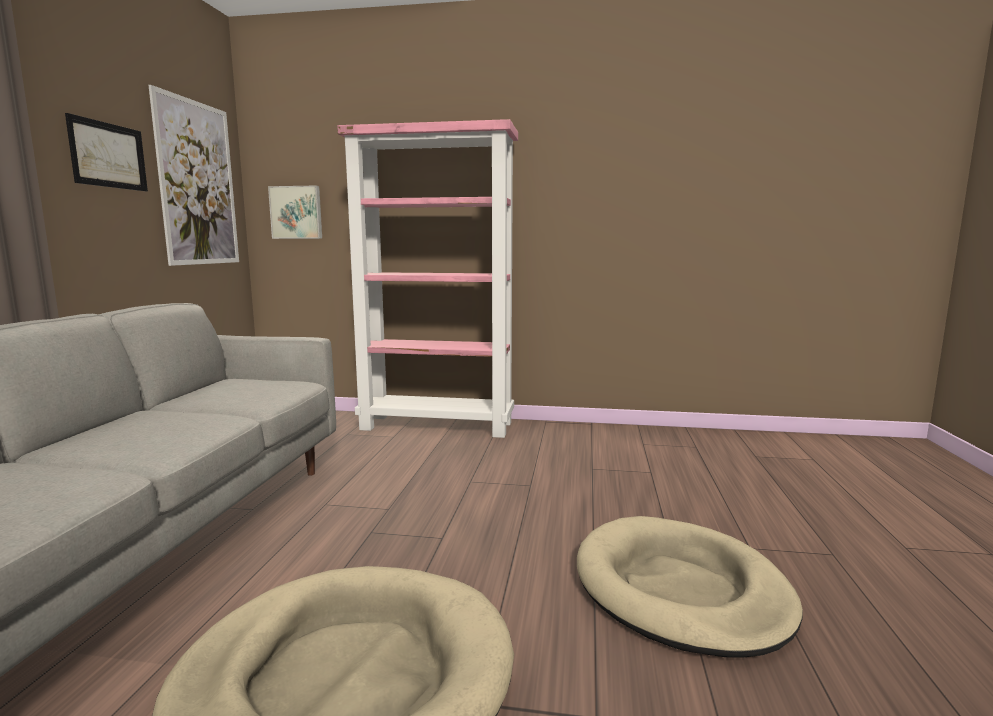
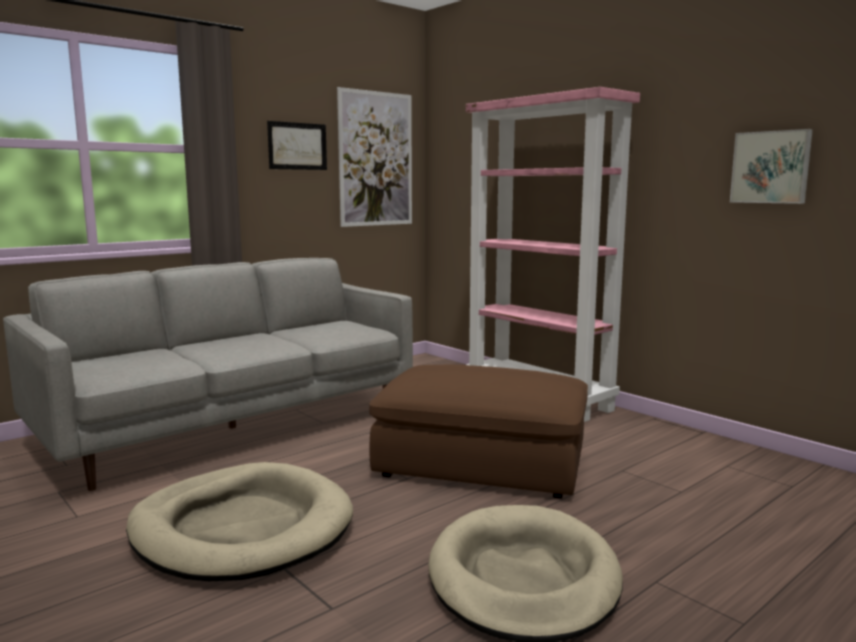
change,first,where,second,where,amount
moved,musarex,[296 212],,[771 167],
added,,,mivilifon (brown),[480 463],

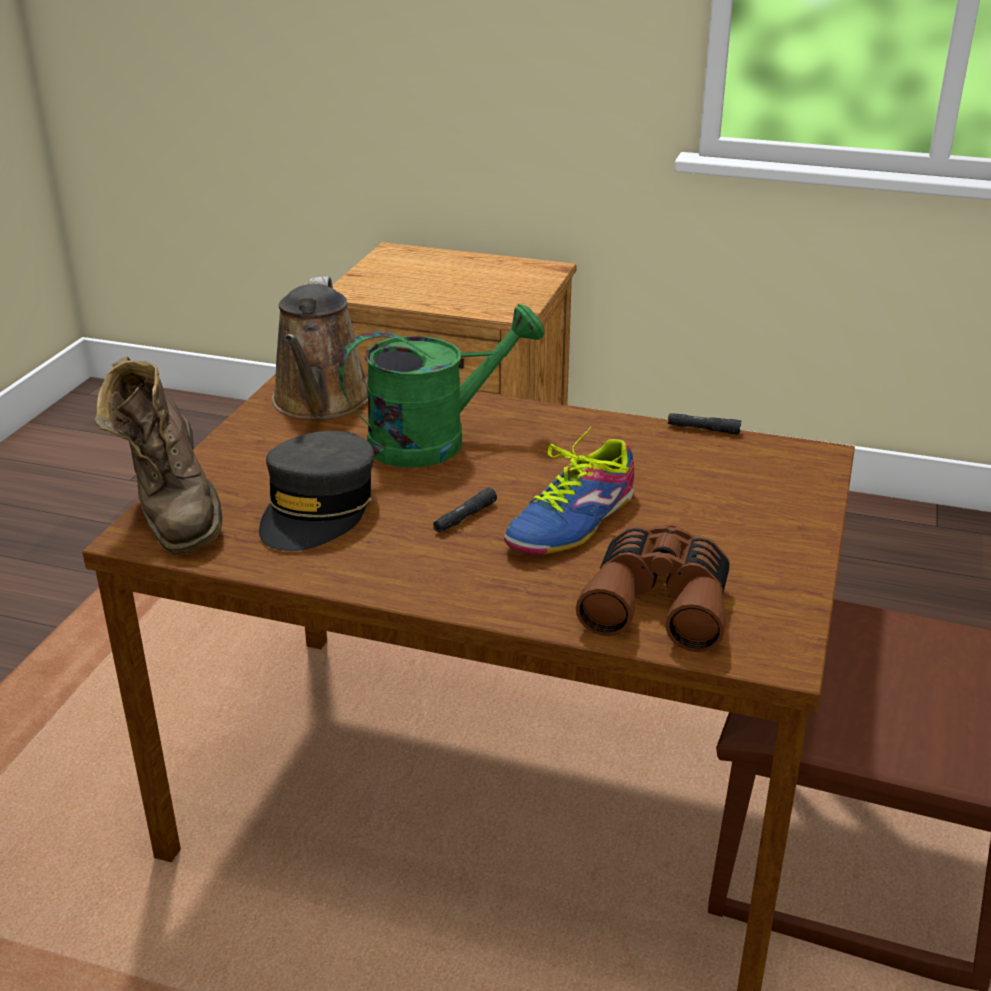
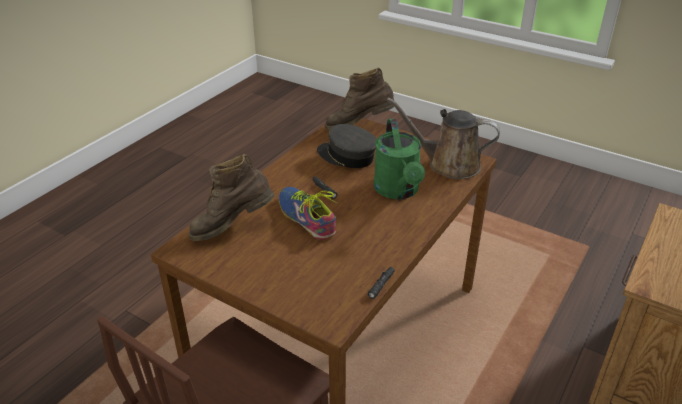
change,first,where,second,where,amount
replaced,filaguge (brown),[659 603],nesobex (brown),[232 227],

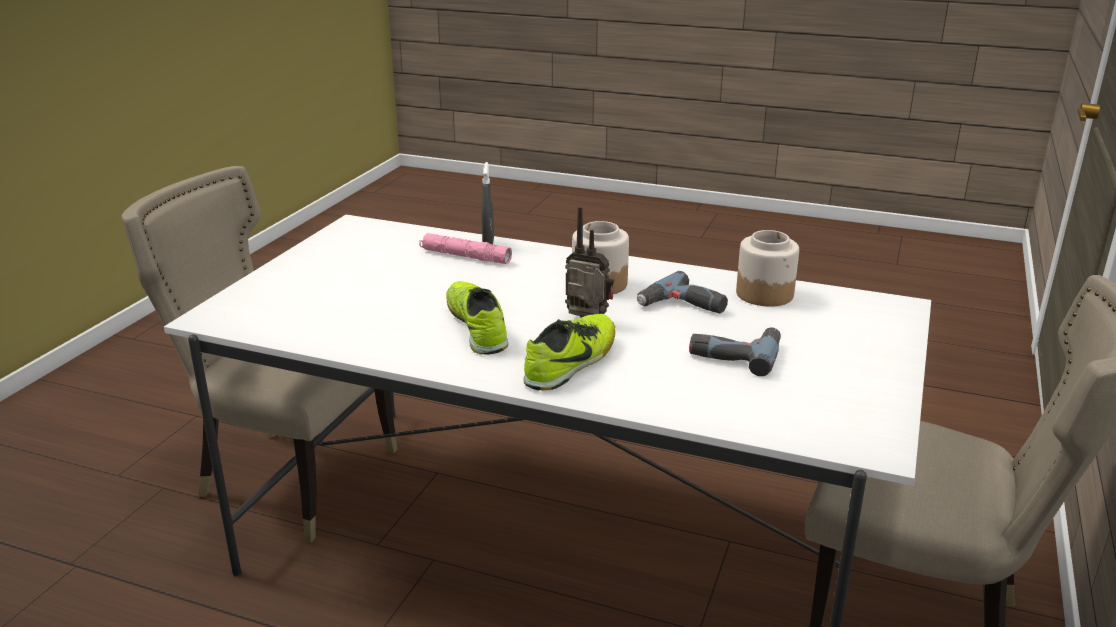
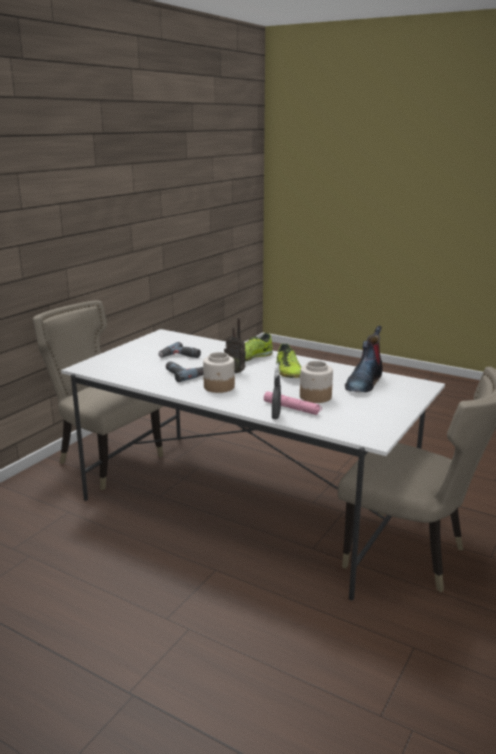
change,first,where,second,where,amount
moved,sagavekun,[765 294],,[315 397],
added,,,nesobex,[364 382],

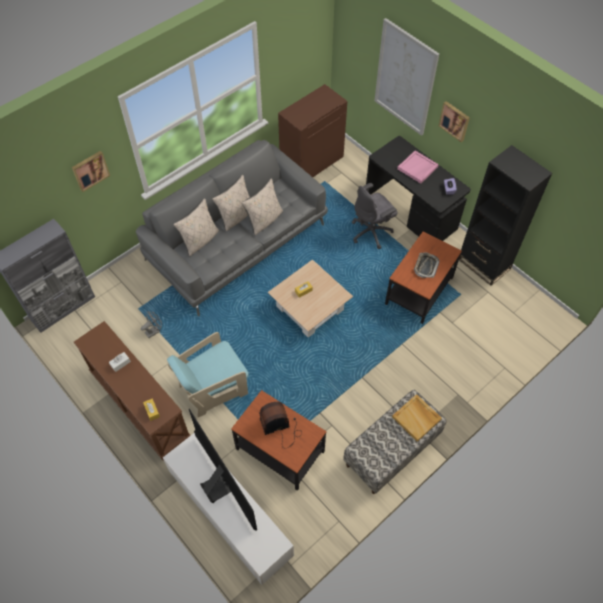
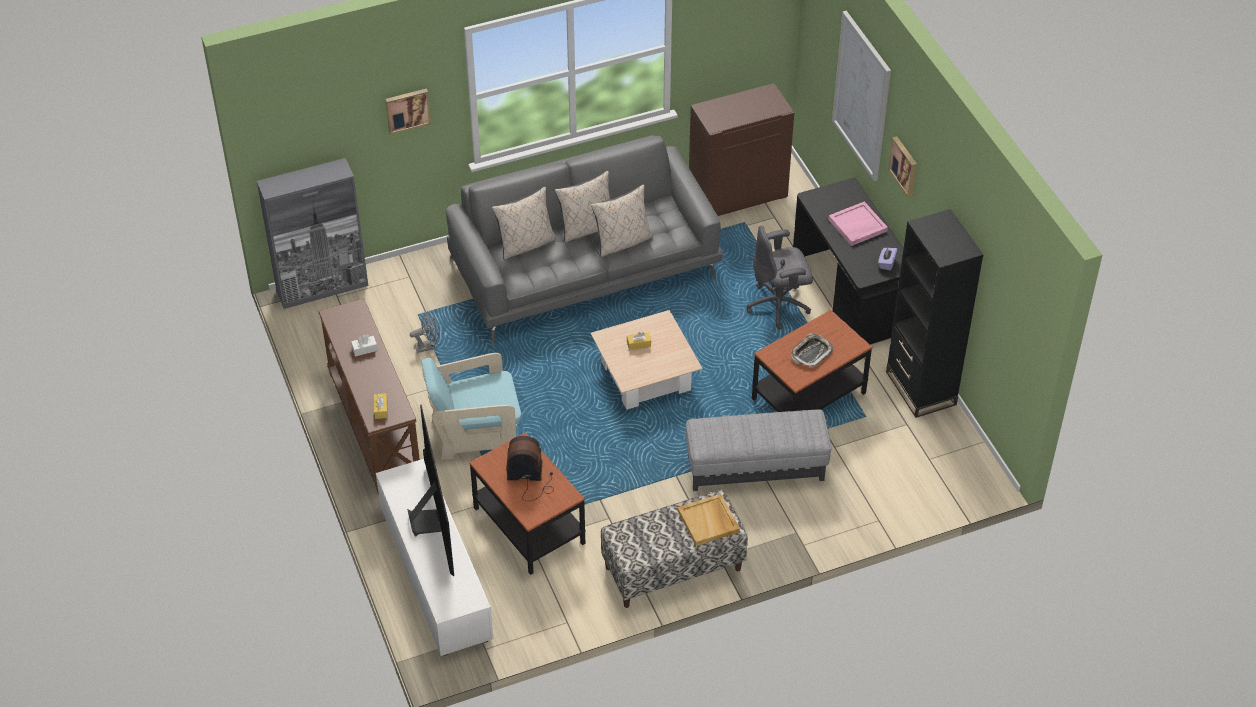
change,first,where,second,where,amount
added,,,mivilifon (grey),[755 468],

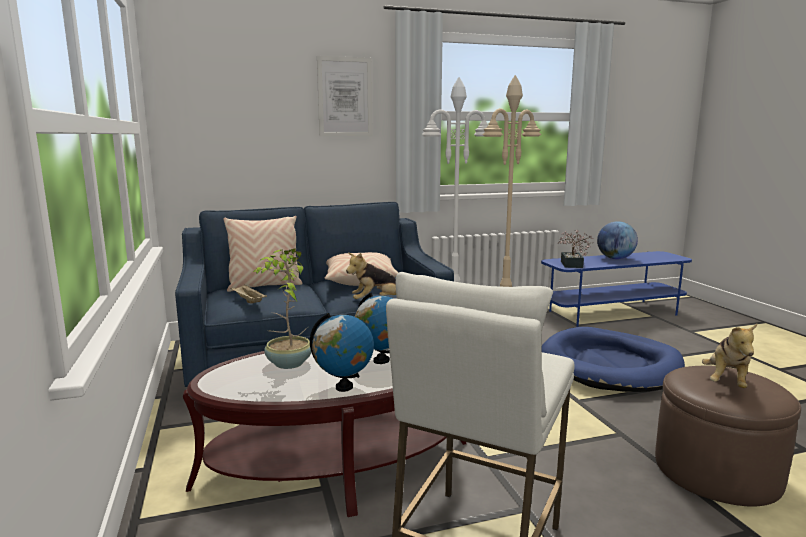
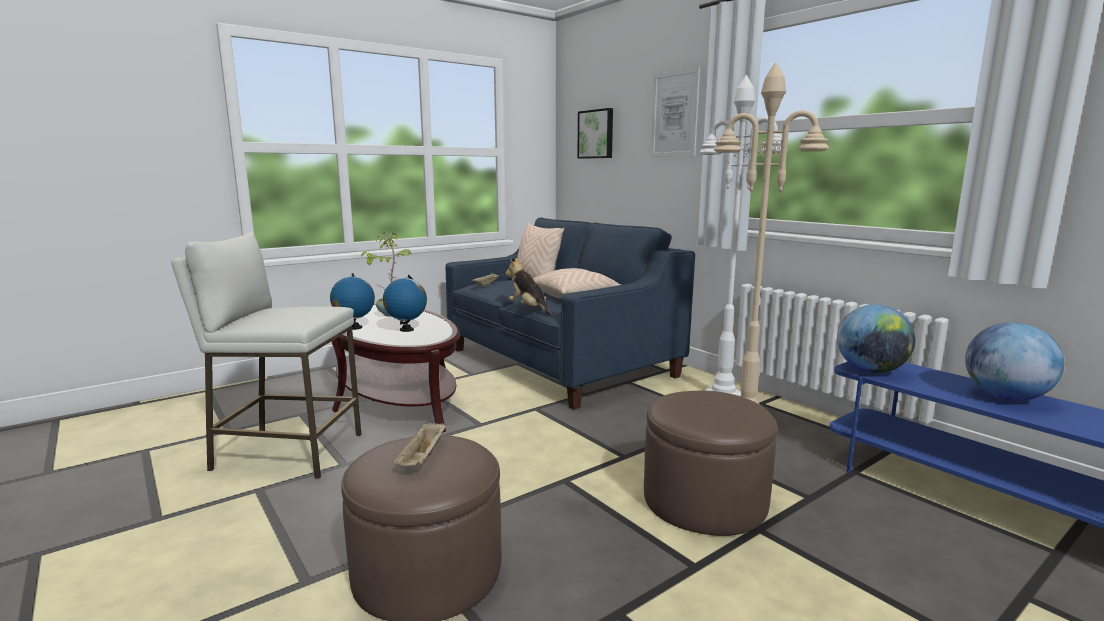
change,first,where,second,where,amount
replaced,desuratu,[571 265],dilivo,[870 371],
replaced,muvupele,[726 382],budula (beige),[423 458],
replaced,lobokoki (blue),[610 365],mivilifon (brown),[704 500],
added,,,musarex,[596 134],

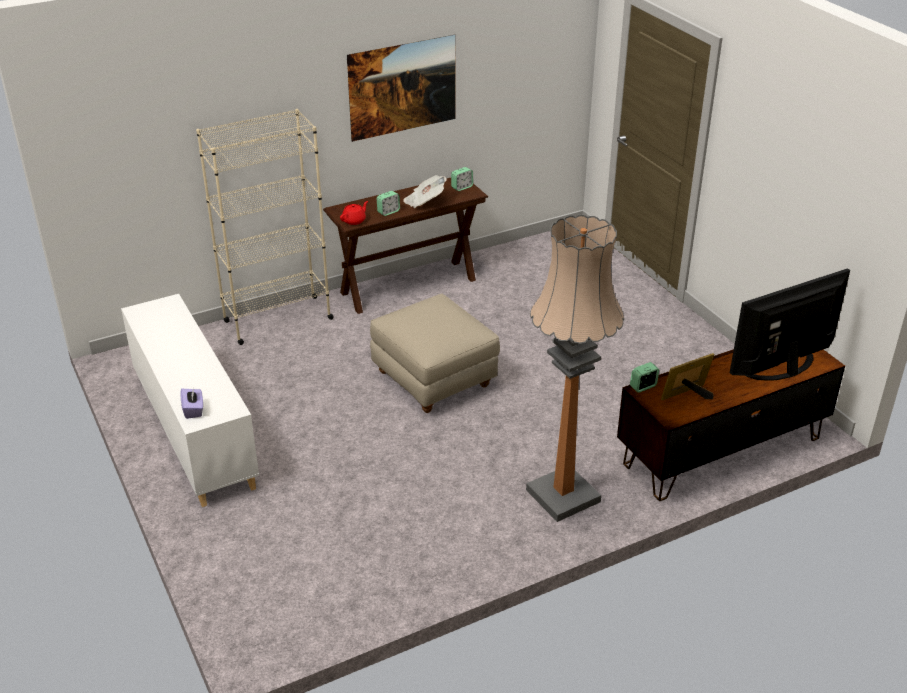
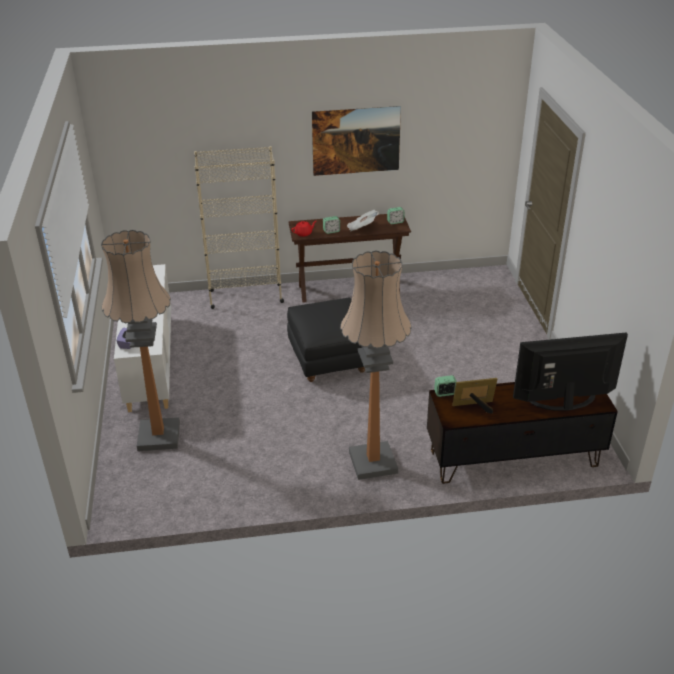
change,first,where,second,where,amount
recoloured,mivilifon (beige),[434 379],mivilifon (black),[329 359],
added,,,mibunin,[159 436],

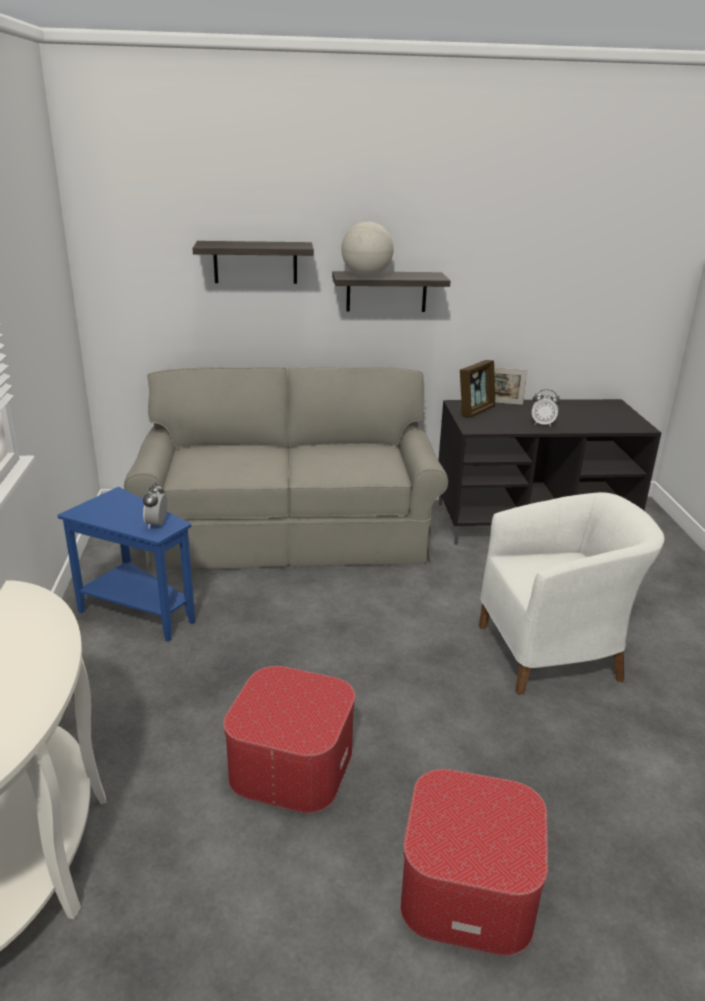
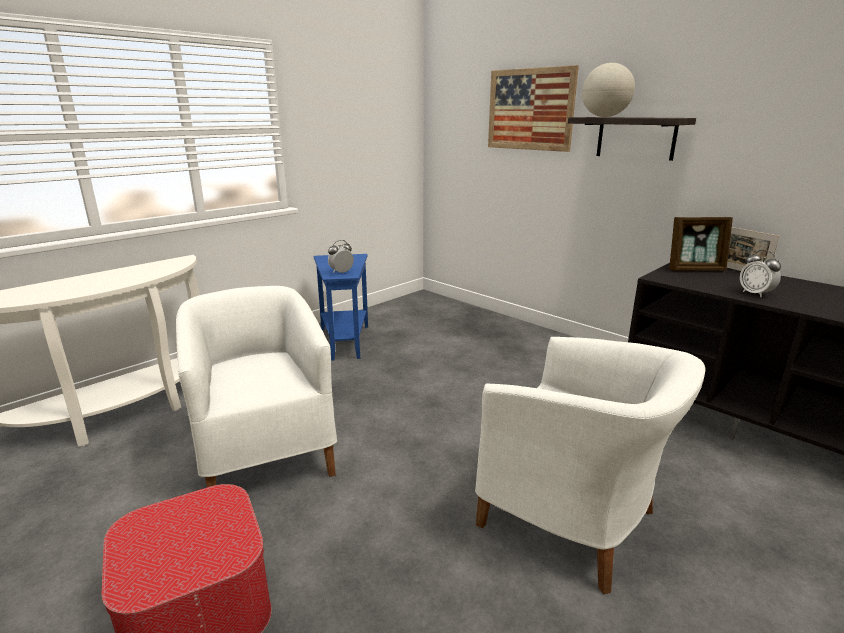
change,first,where,second,where,amount
replaced,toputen,[255 262],musarex,[530 109],
removed,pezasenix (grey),[289 534],,,
replaced,mivilifon,[291 763],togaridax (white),[265 453],

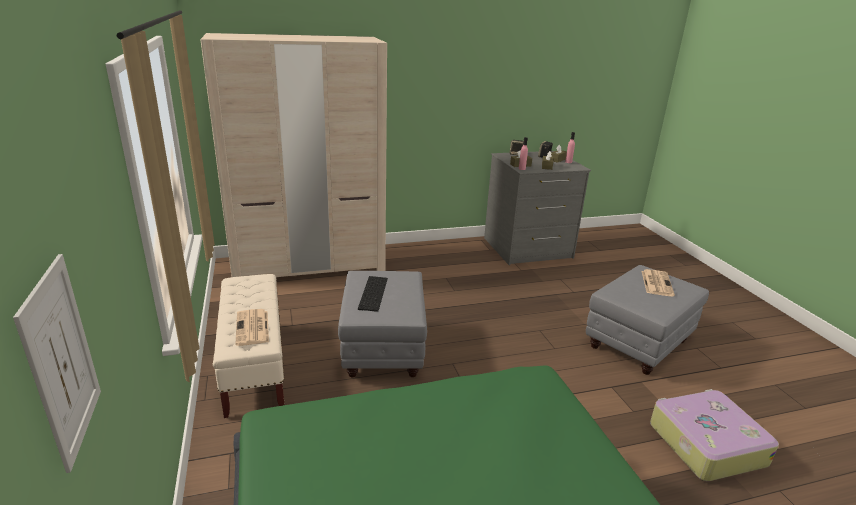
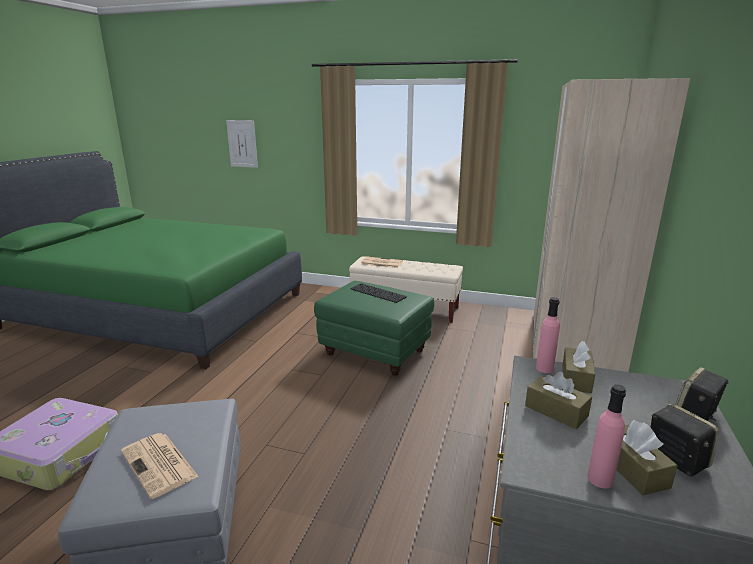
change,first,where,second,where,amount
recoloured,mivilifon (grey),[382 349],mivilifon (green),[375 352],

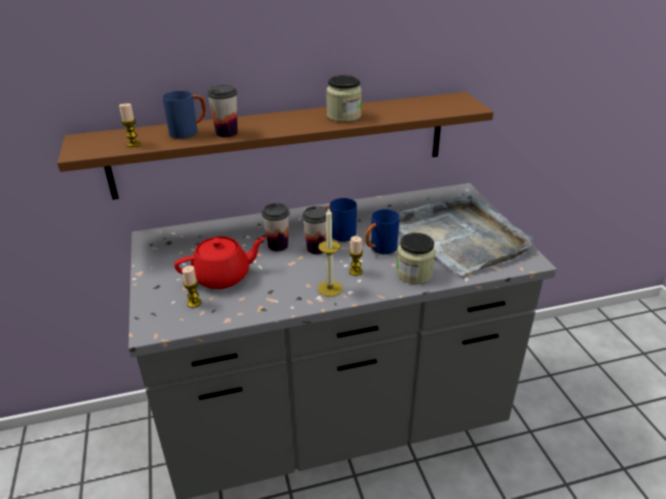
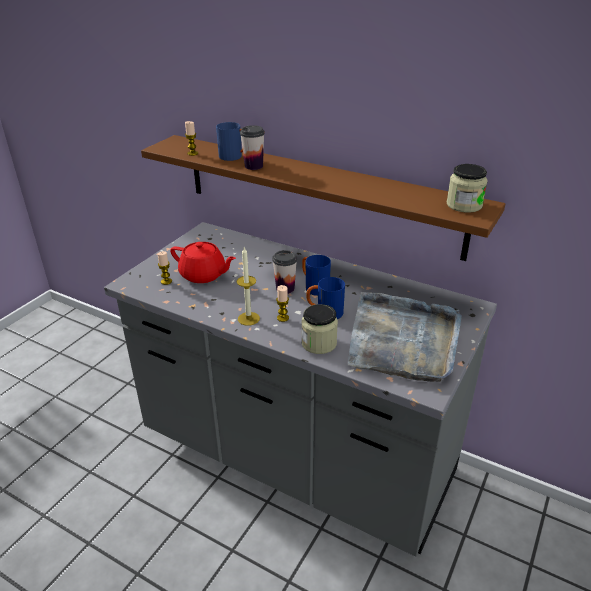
change,first,where,second,where,amount
moved,sagavekun,[343 116],,[464 205],
removed,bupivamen,[278 245],,,

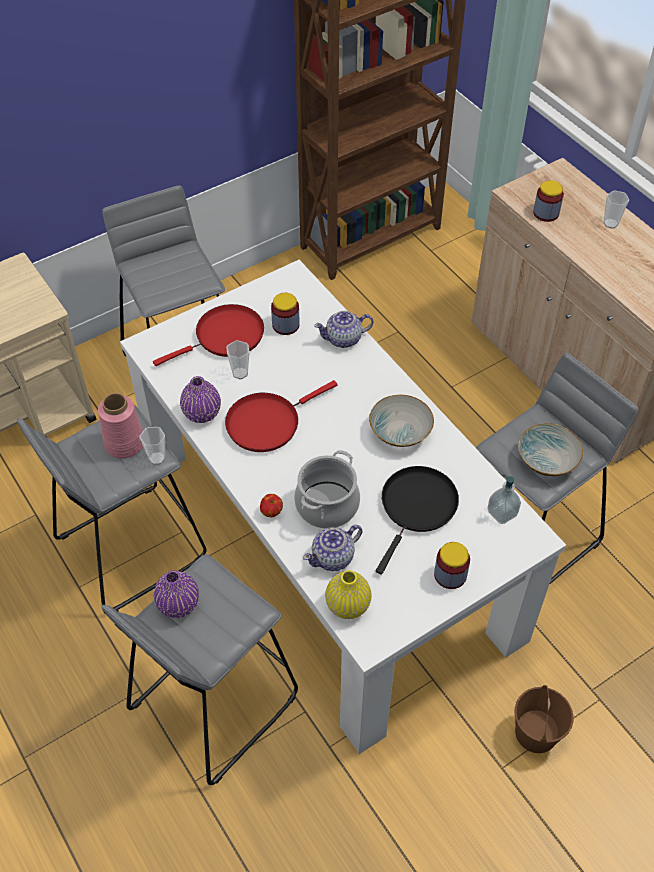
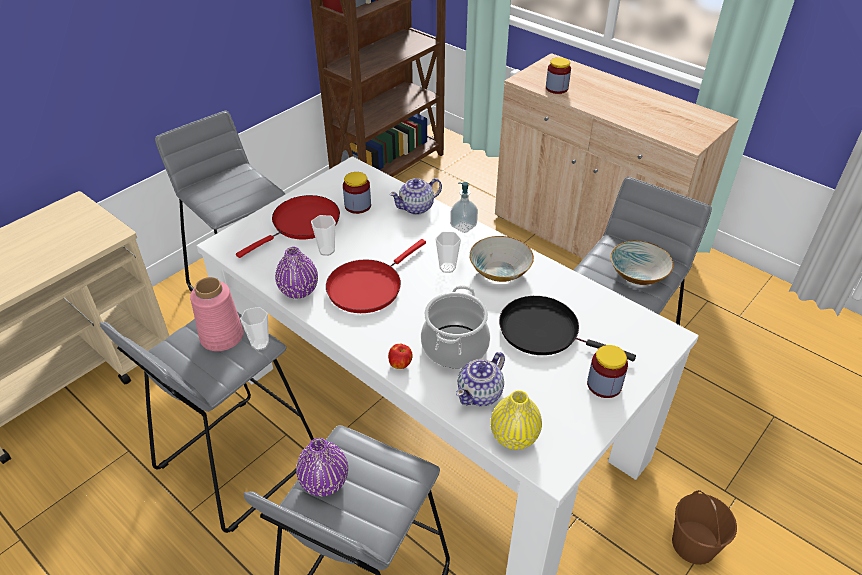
change,first,where,second,where,amount
moved,bupivamen,[610 223],,[447 267],
turned,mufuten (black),[417 507],,[544 331],75 degrees counterclockwise
moved,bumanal,[502 513],,[463 226],

